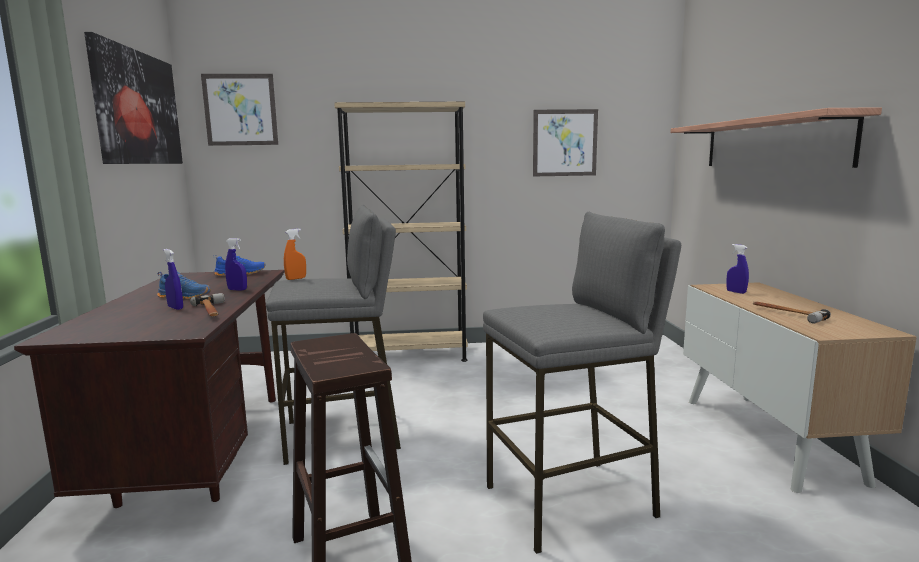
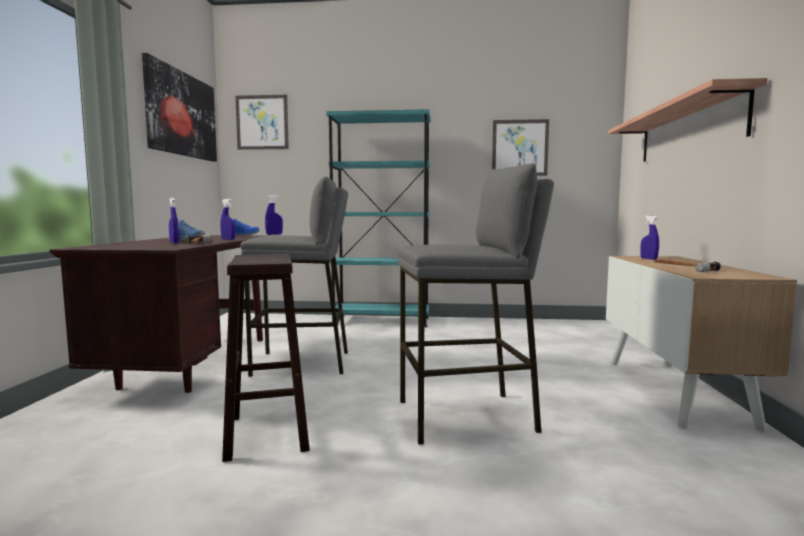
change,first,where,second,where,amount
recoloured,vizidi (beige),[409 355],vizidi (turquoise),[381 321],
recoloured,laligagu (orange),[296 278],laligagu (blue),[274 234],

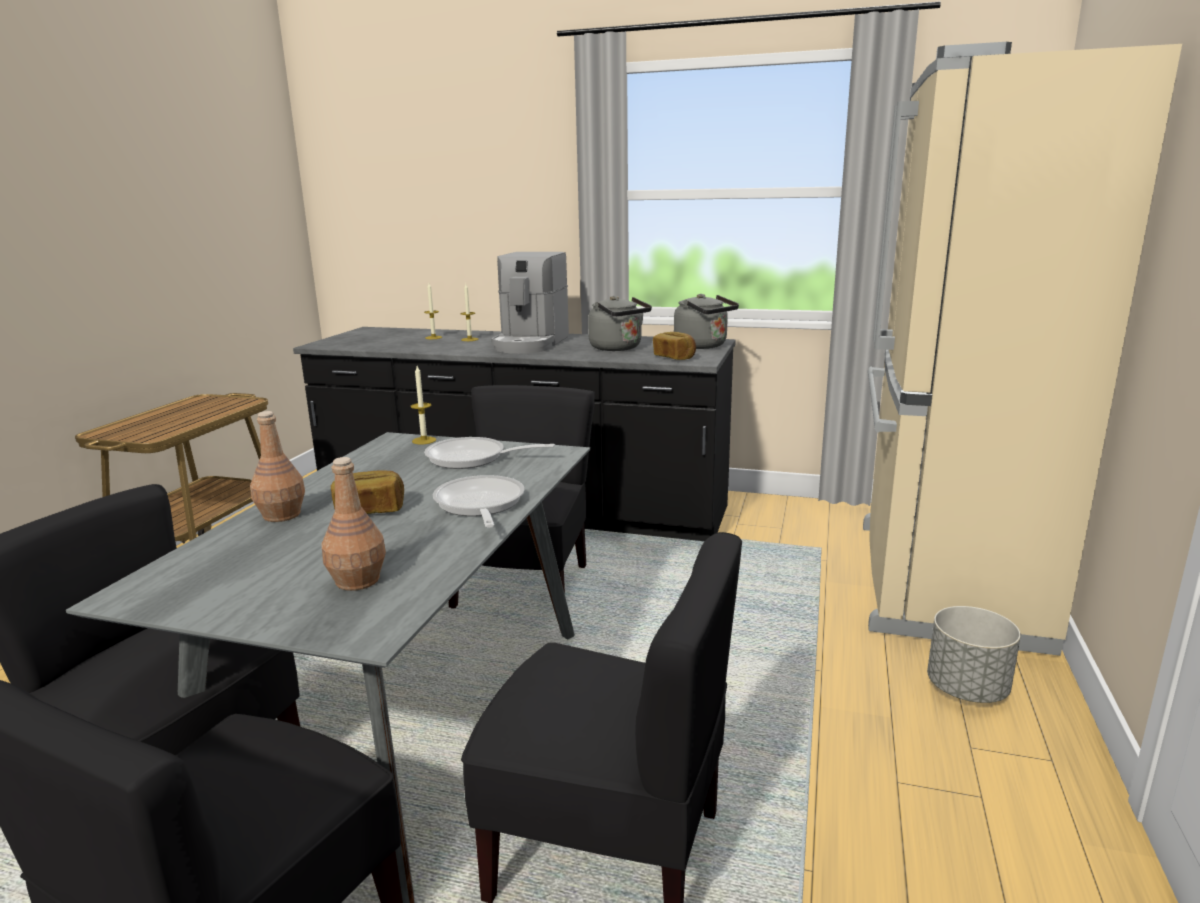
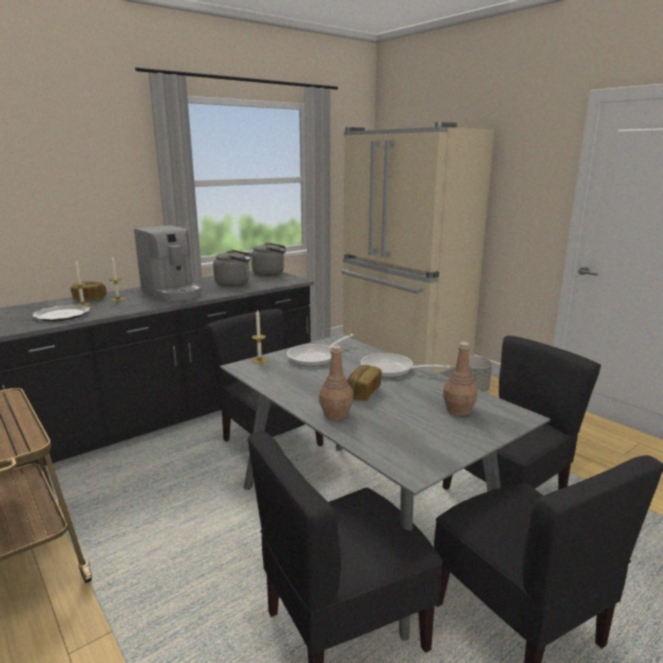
change,first,where,second,where,amount
moved,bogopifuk,[674 358],,[90 299],
added,,,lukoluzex,[62 315],

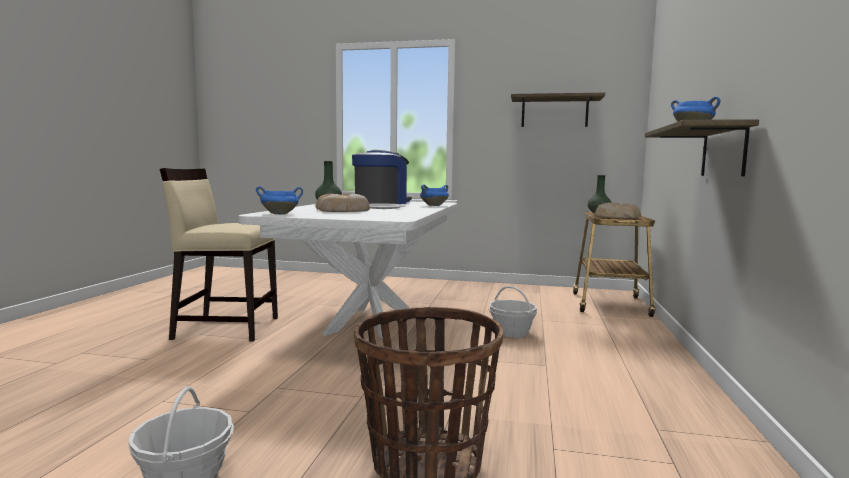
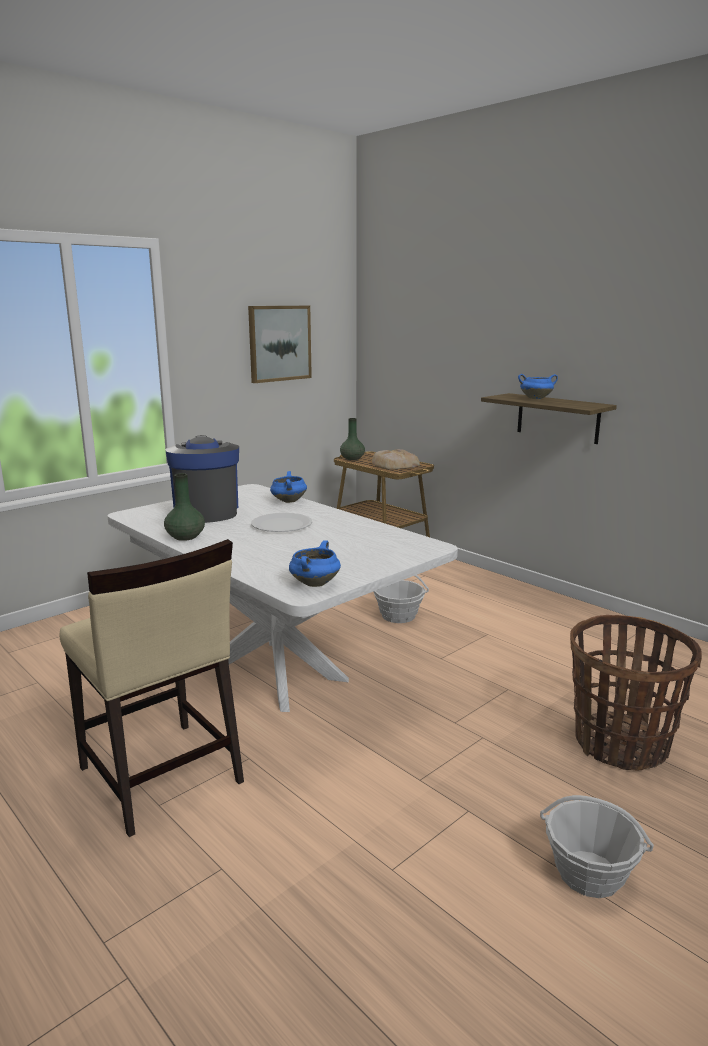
change,first,where,second,where,amount
replaced,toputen,[554 112],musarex,[279 343],
turned,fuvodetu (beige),[226 327],,[160 776],75 degrees counterclockwise
removed,bogopifuk,[343 210],,,

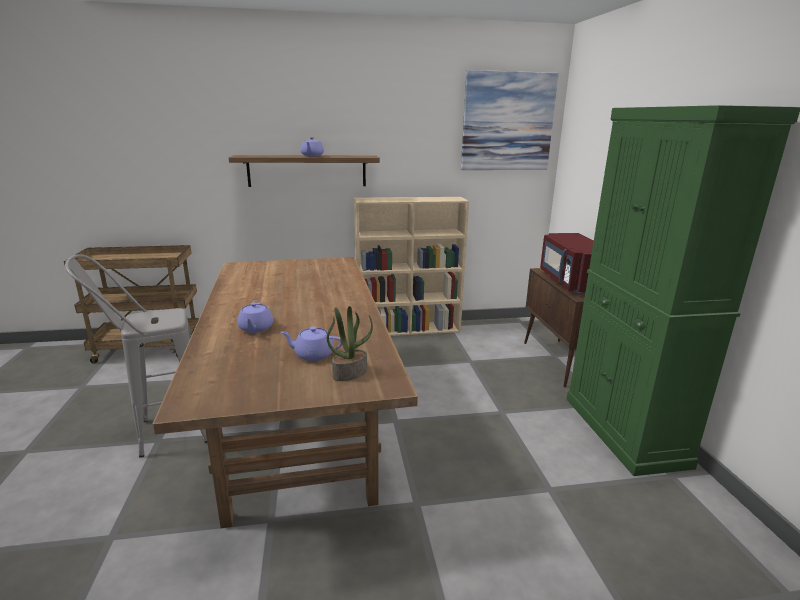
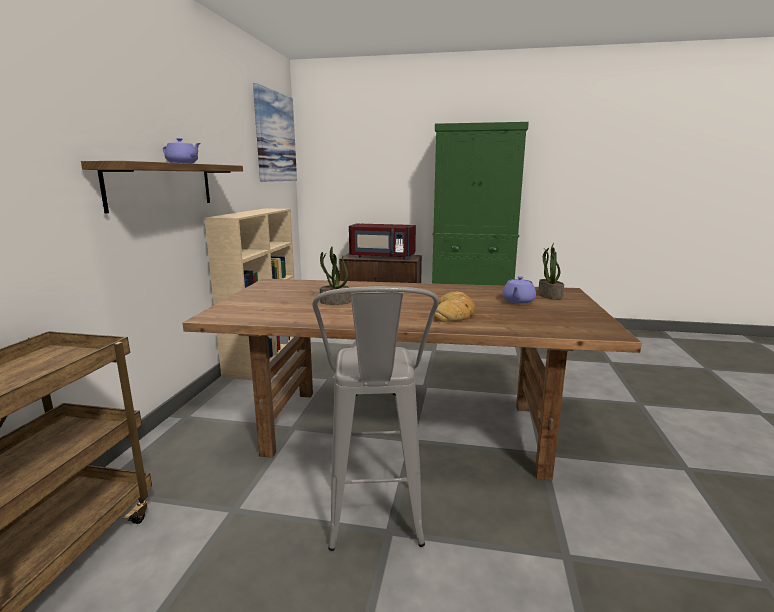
change,first,where,second,where,amount
replaced,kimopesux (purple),[255 328],bogopifuk,[454 313],
added,,,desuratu,[335 302],

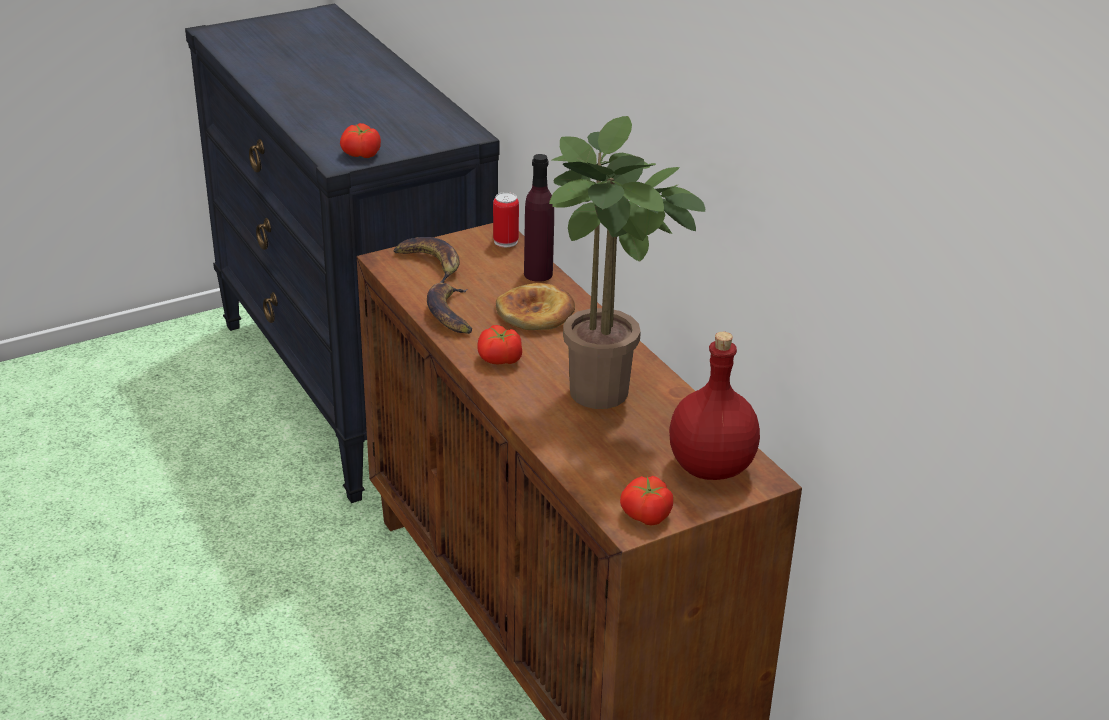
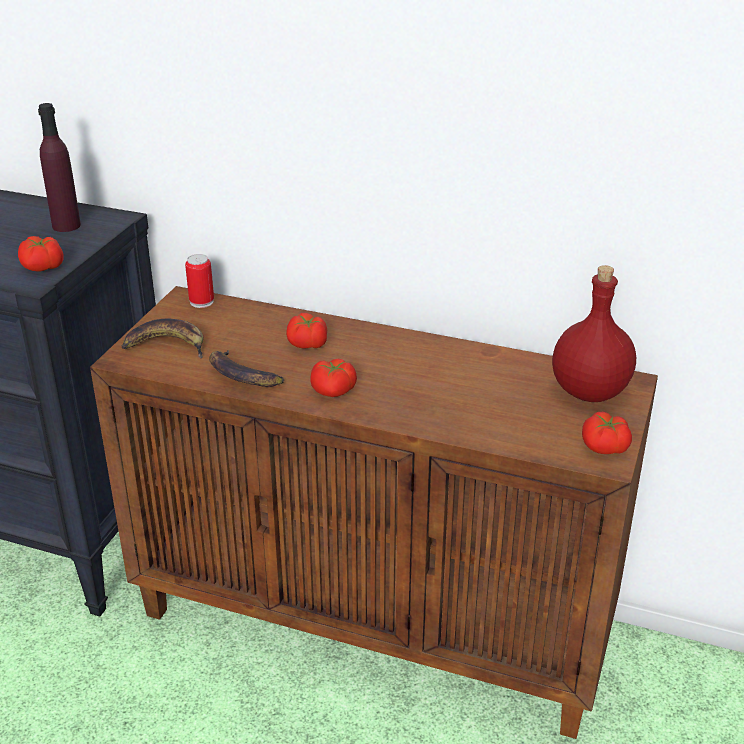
change,first,where,second,where,amount
removed,desuratu,[606 397],,,
moved,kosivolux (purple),[538 274],,[66 225],
replaced,bogopifuk,[536 313],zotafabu,[307 344],

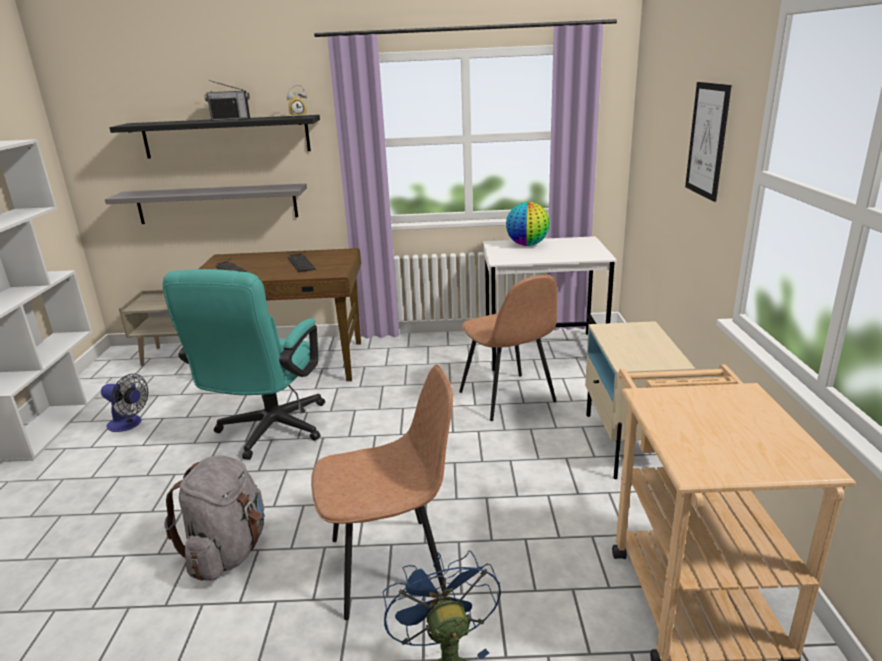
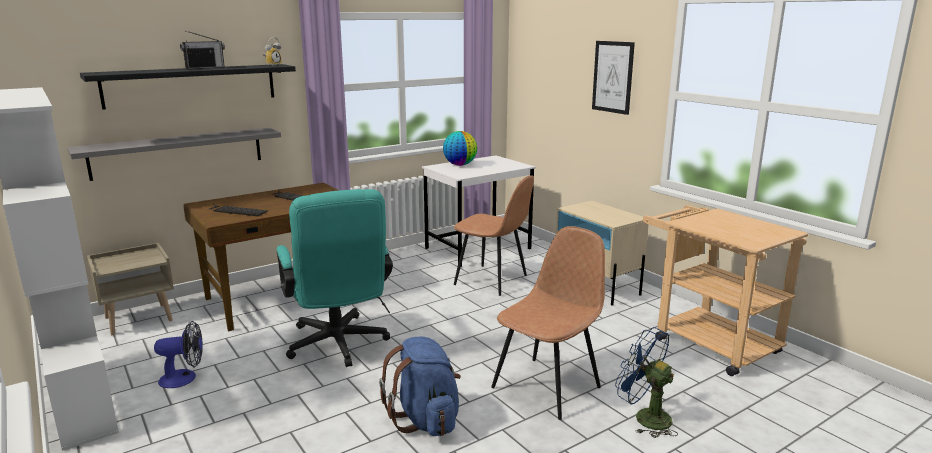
change,first,where,second,where,amount
recoloured,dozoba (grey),[228 551],dozoba (blue),[426 419],

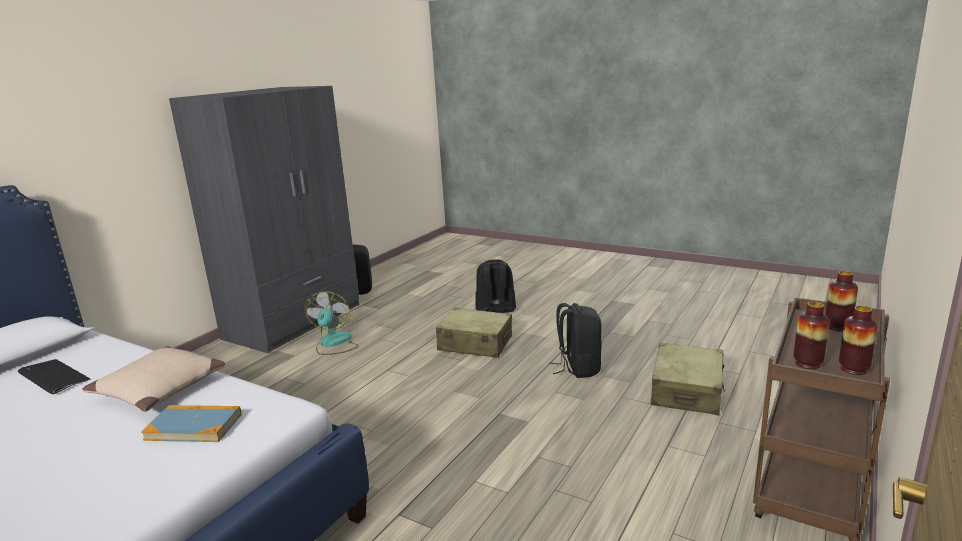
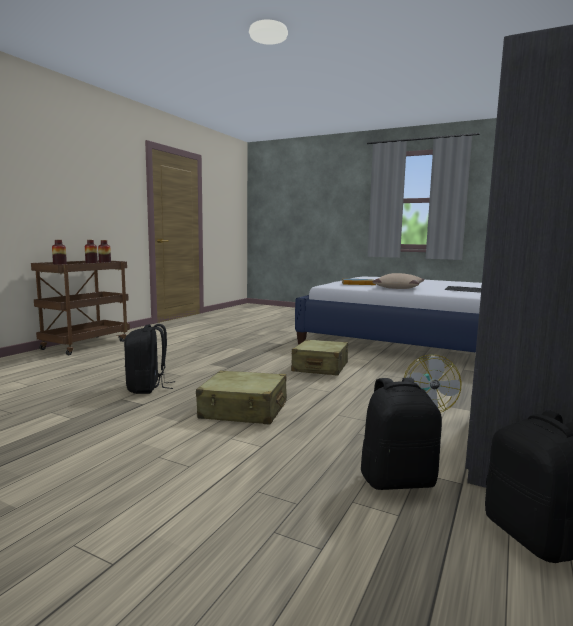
change,first,where,second,where,amount
moved,dozoba (black),[495 311],,[398 480],
moved,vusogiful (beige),[687 391],,[320 367],

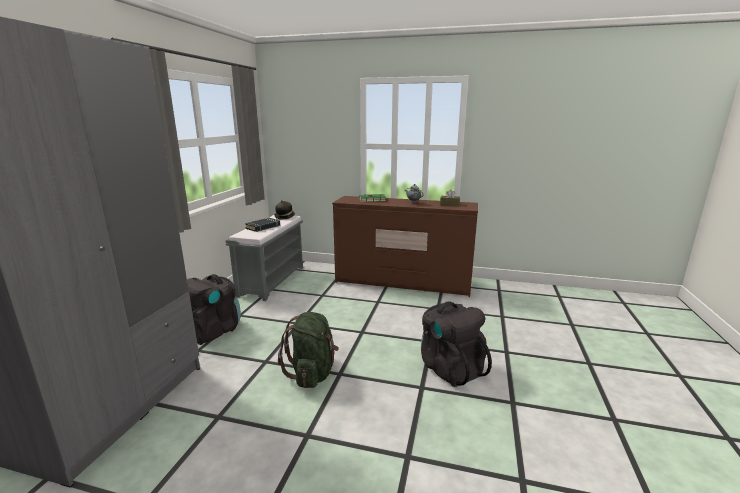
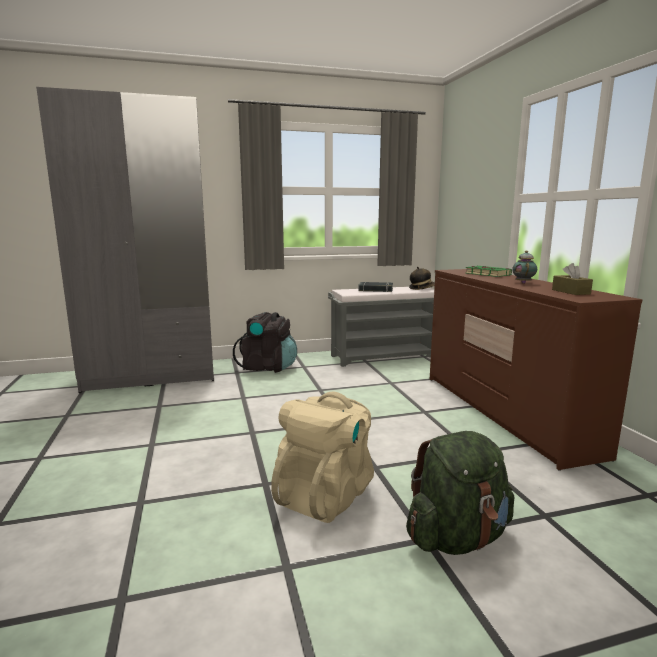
change,first,where,second,where,amount
recoloured,dozoba (black),[450 368],dozoba (beige),[326 494],
moved,dozoba (green),[312 373],,[457 537],

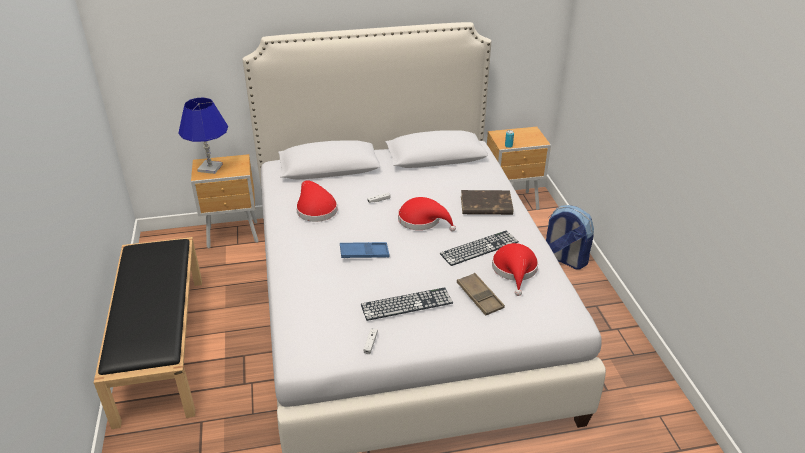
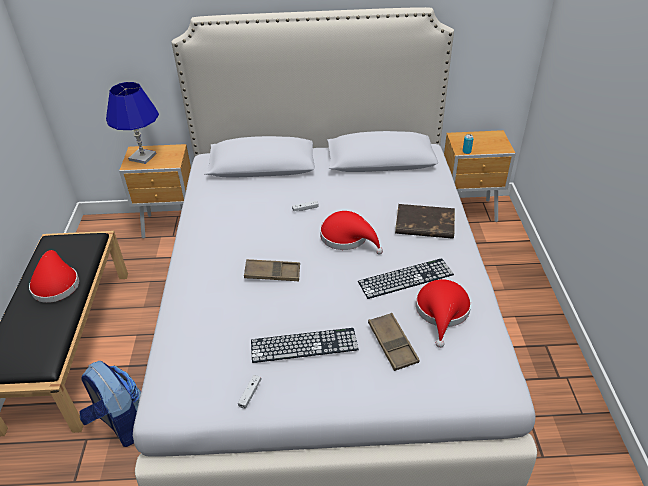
change,first,where,second,where,amount
moved,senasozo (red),[315 209],,[56 284],
moved,dozoba,[564 259],,[120 424],
recoloured,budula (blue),[364 253],budula (brown),[272 273],

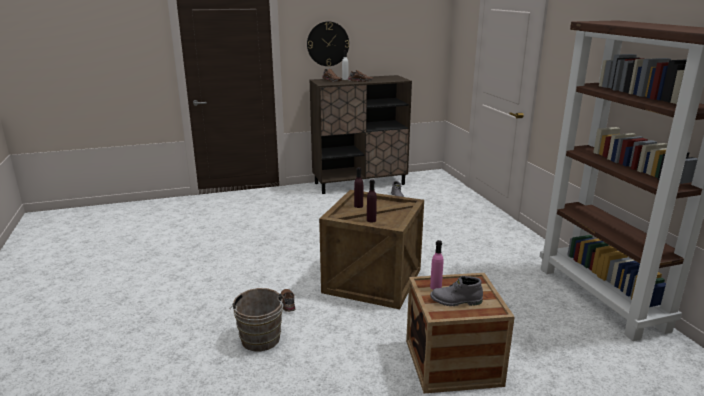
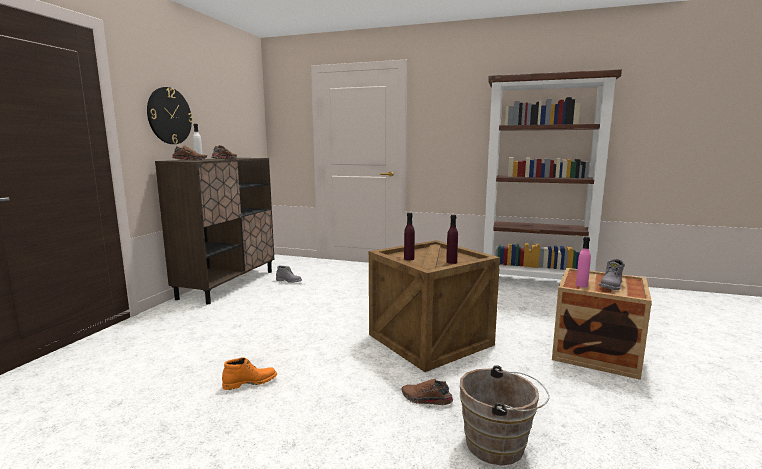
change,first,where,second,where,amount
added,,,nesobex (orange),[250 382],

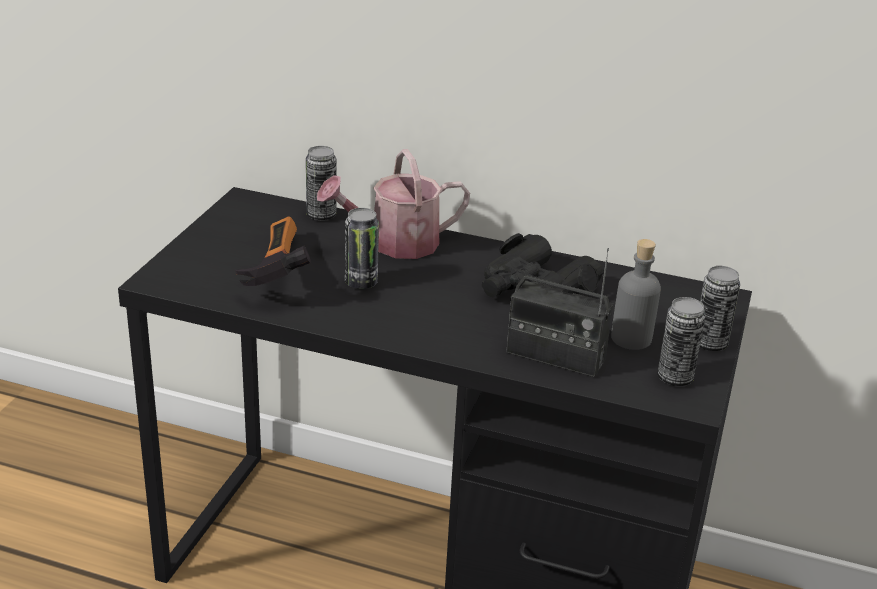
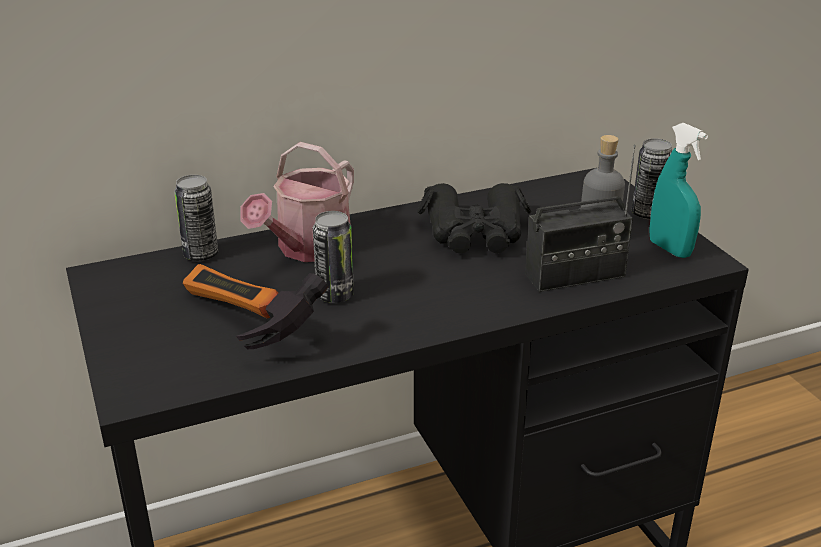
change,first,where,second,where,amount
replaced,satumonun,[675 378],laligagu (turquoise),[669 249],

